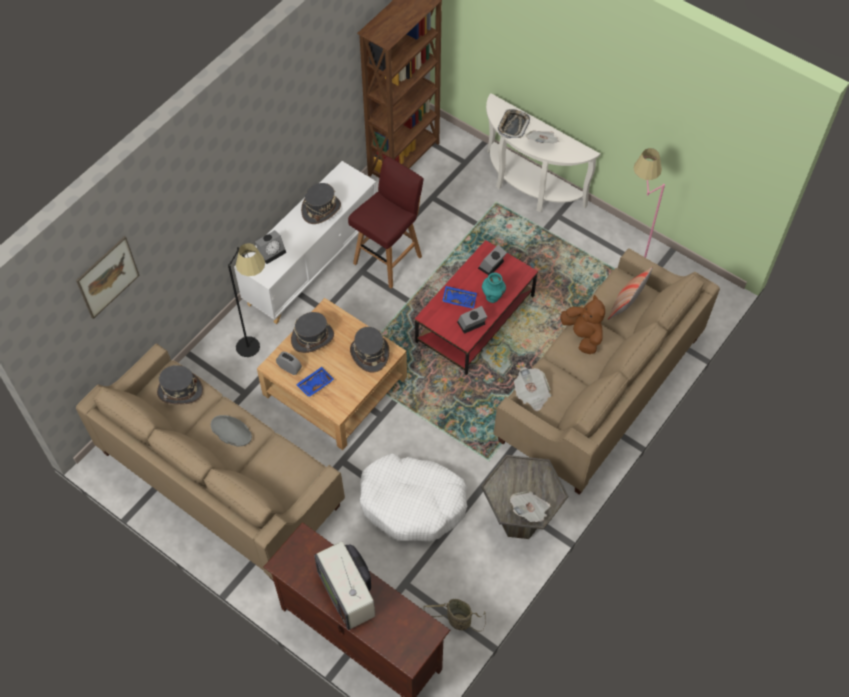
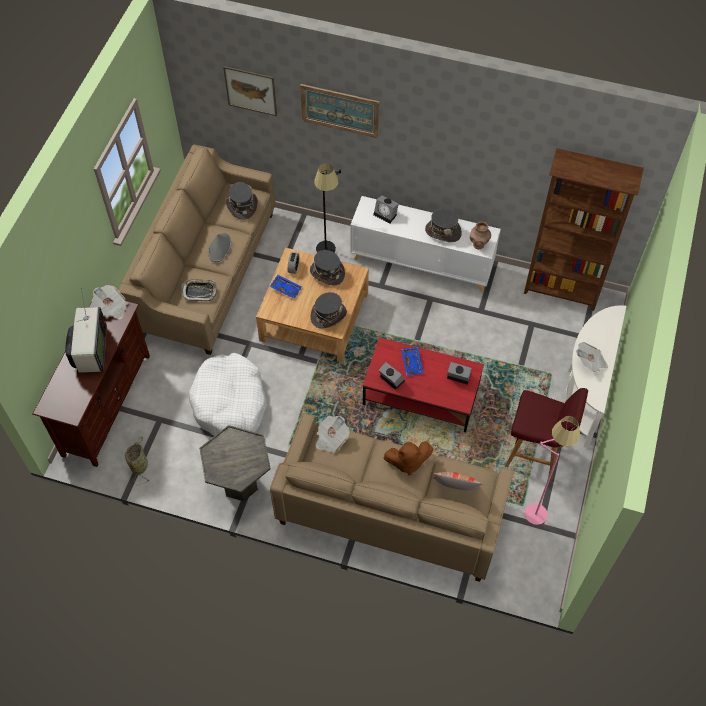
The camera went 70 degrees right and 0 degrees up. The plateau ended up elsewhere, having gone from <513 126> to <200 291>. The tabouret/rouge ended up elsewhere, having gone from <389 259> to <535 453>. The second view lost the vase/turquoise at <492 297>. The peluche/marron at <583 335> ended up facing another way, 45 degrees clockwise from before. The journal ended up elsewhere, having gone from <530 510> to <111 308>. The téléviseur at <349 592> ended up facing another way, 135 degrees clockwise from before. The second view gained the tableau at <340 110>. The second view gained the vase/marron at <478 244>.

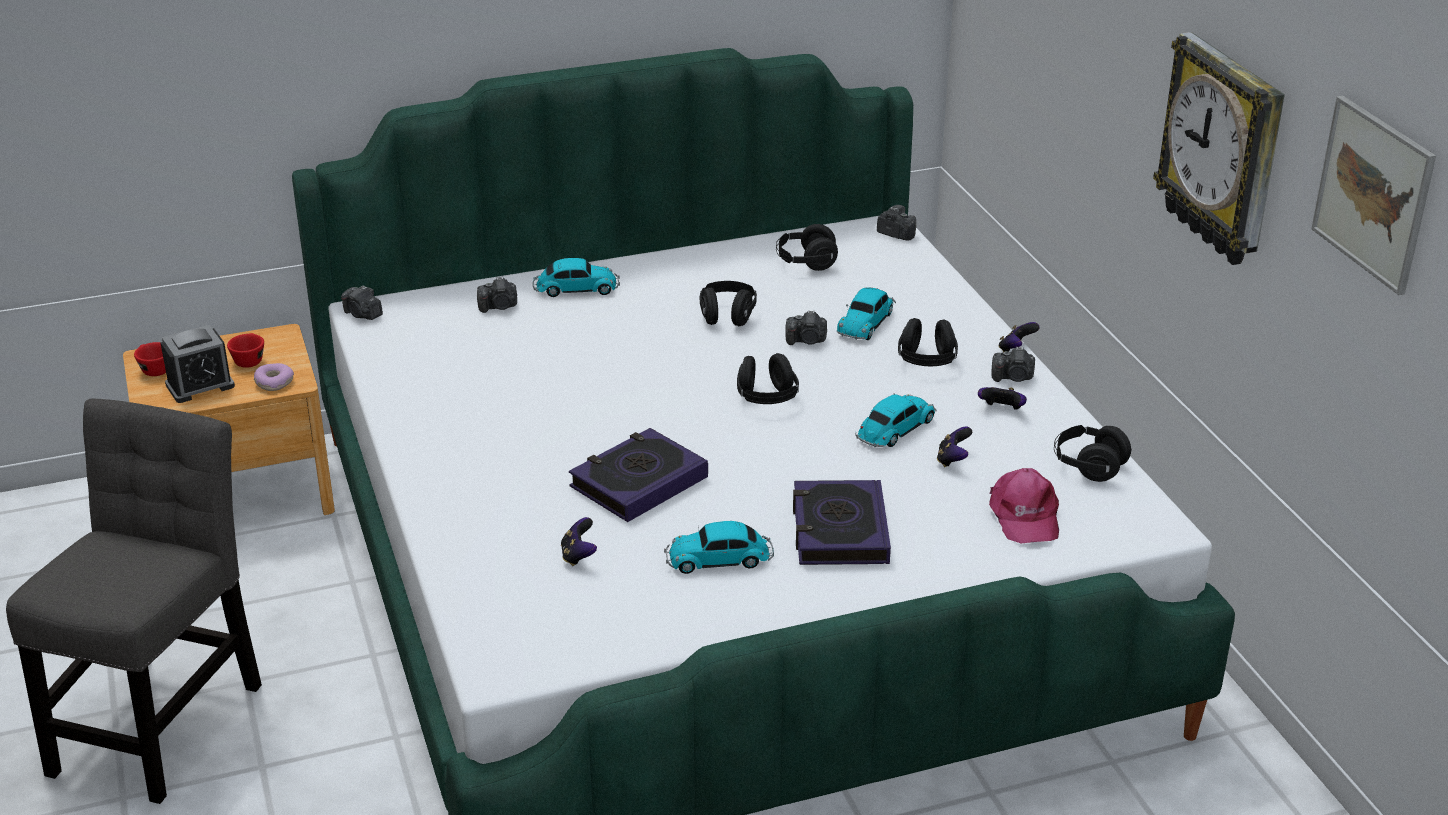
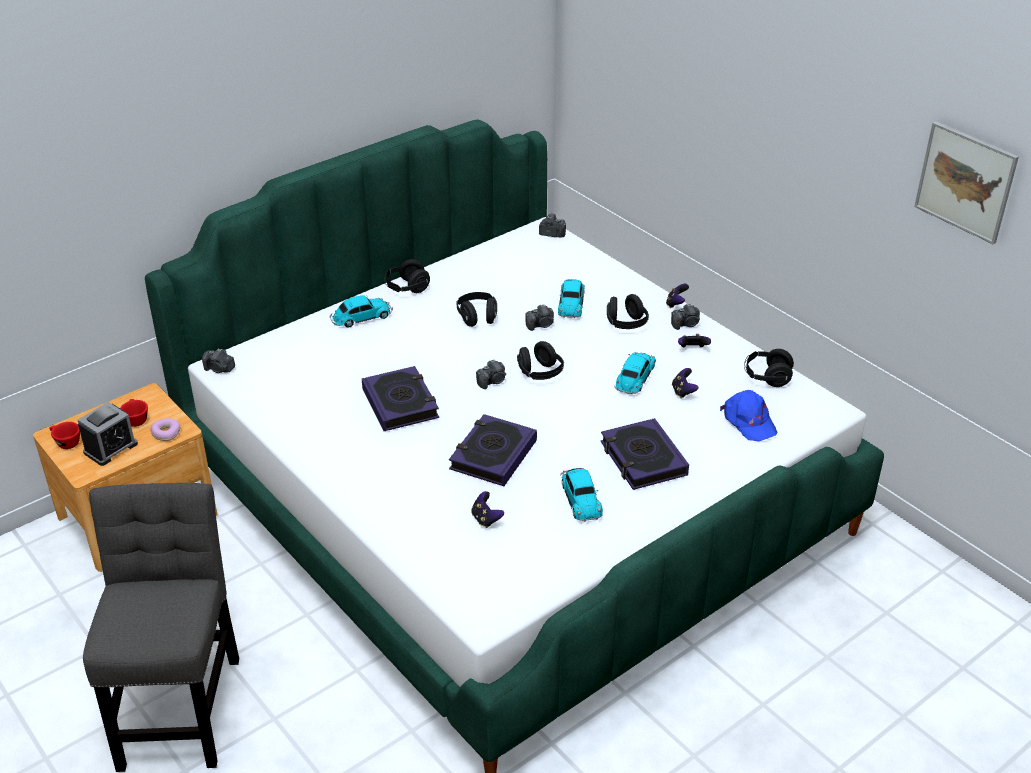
The camera went 20 degrees left and 5 degrees up. The second view lost the horloge murale at <1223 150>. The casque audio/noir ended up elsewhere, having gone from <806 263> to <407 288>. The appareil photo ended up elsewhere, having gone from <499 307> to <492 381>. What was the casquette/rose at <1024 516> turned into the casquette/bleu at <748 421>. The petite voiture at <721 559> ended up facing another way, 75 degrees counterclockwise from before. The second view gained the livre at <400 403>.

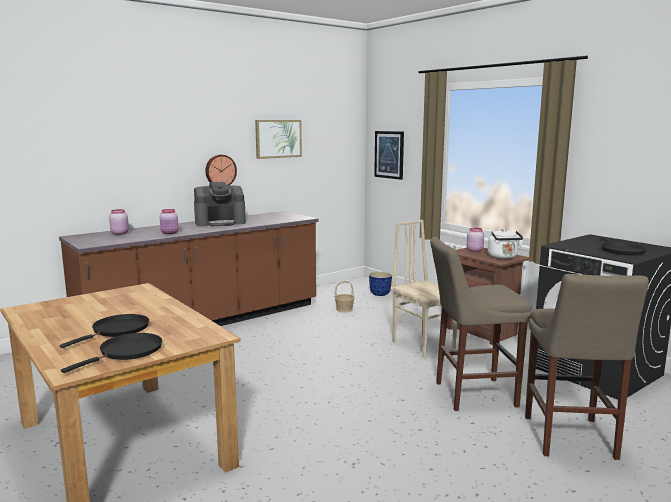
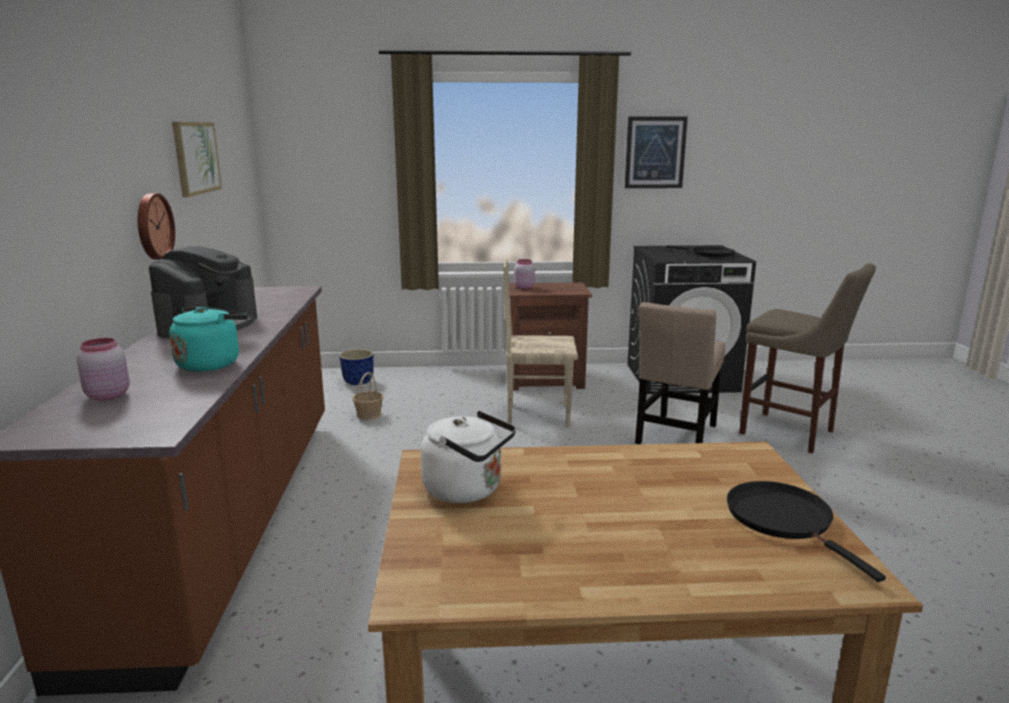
The camera went 55 degrees left and 5 degrees up. The tableau ended up elsewhere, having gone from <389 154> to <655 152>. Where the bocal/rose stood at <170 233>, the bouilloire/turquoise came to stand at <211 363>. The bouilloire/blanc ended up elsewhere, having gone from <503 257> to <467 490>. Where the tabouret/beige stood at <471 394>, the chaise/beige came to stand at <676 436>. The second view lost the poêle/noir at <118 330>.

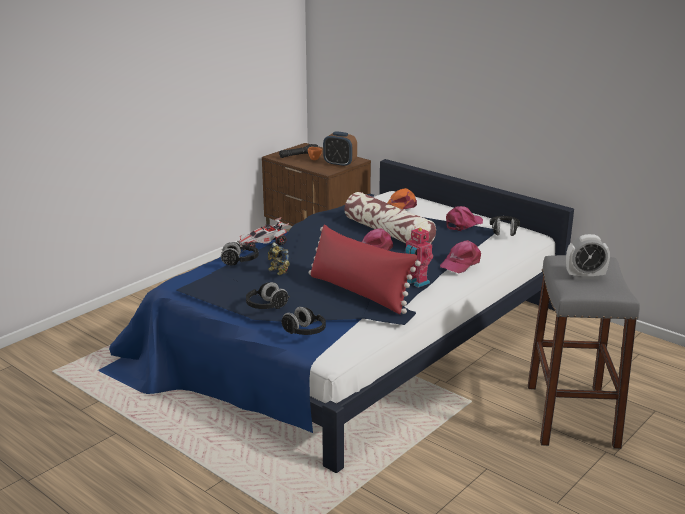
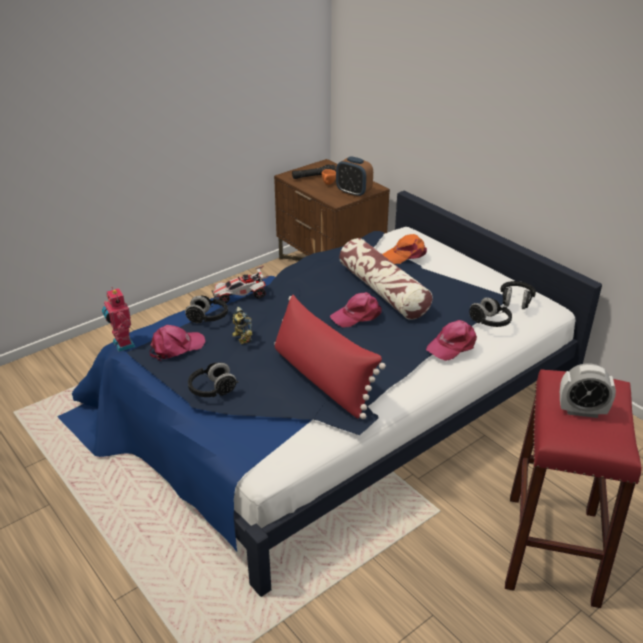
The camera went 10 degrees right and 10 degrees up. The casquette/rose ended up elsewhere, having gone from <463 224> to <176 347>. The robot jouet ended up elsewhere, having gone from <416 282> to <122 345>. What was the tabouret/gris at <571 415> turned into the tabouret/rouge at <552 548>. The casque audio/noir ended up elsewhere, having gone from <304 332> to <489 322>.

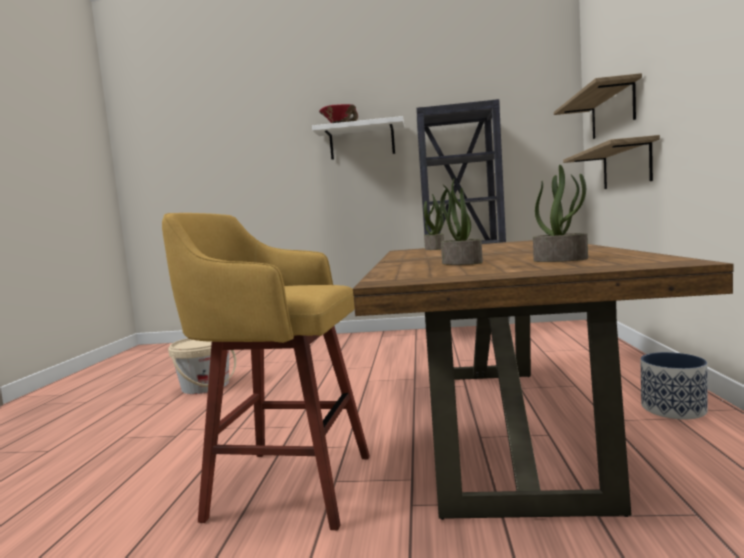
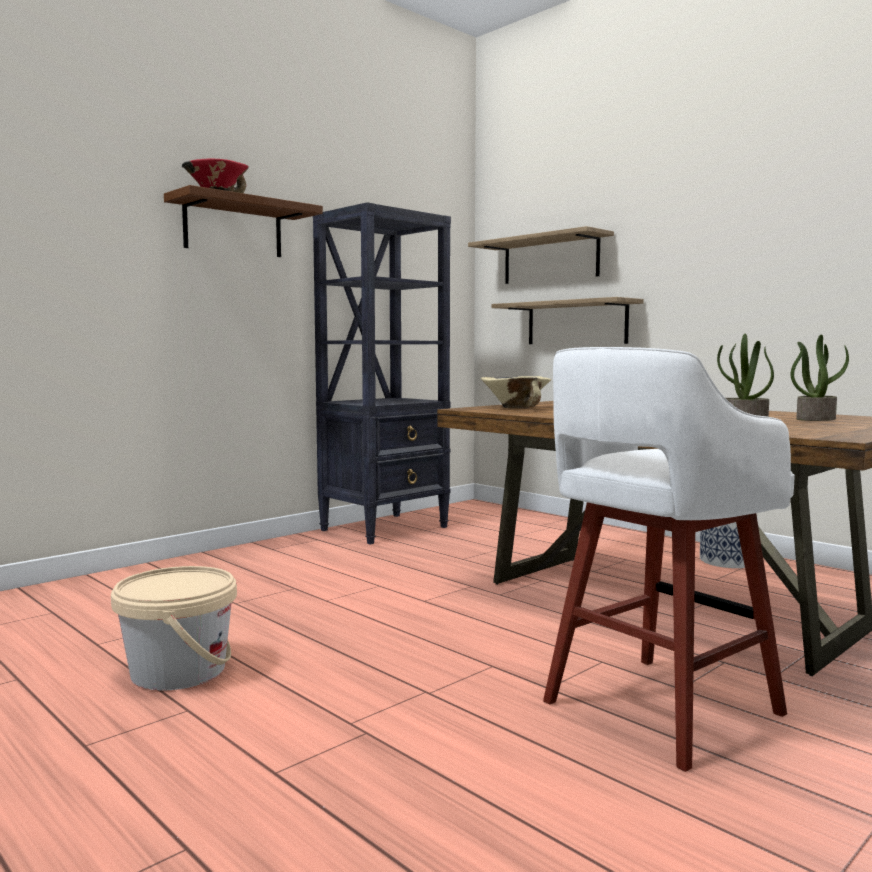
The camera went 50 degrees left and 0 degrees up. What was the étagère/blanc at <362 141> turned into the étagère/marron at <233 228>. Where the plante en pot stood at <435 249>, the bol/beige came to stand at <516 408>. What was the tabouret/jaune at <286 485> turned into the tabouret/blanc at <656 710>.

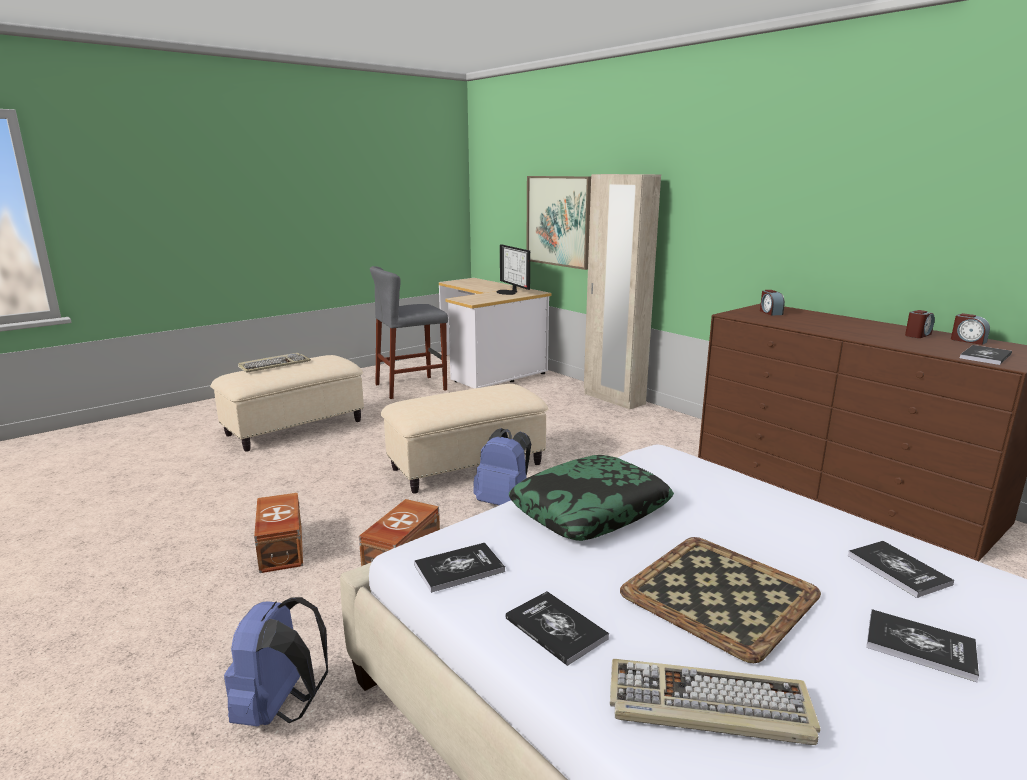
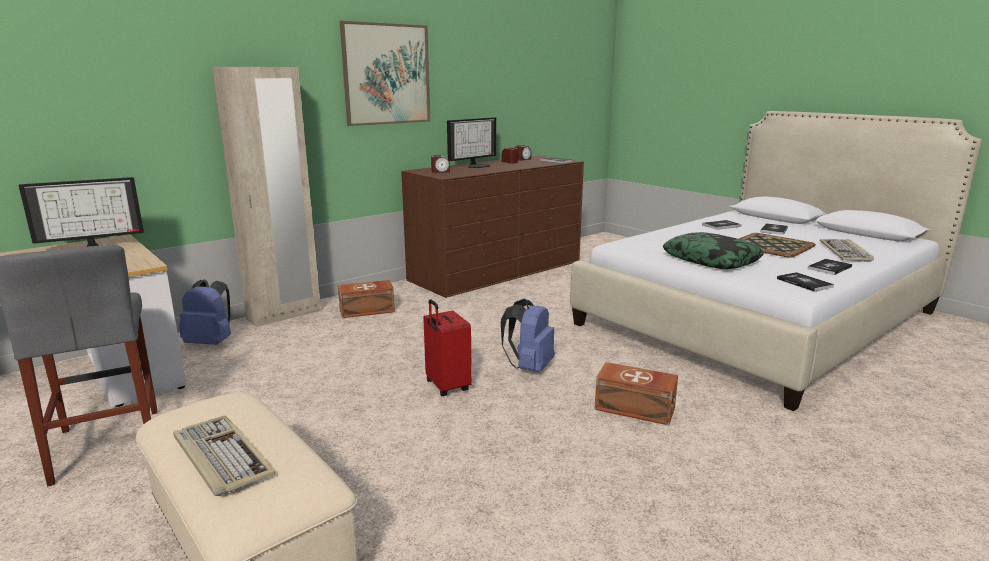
The camera went 90 degrees left and 0 degrees up. The tableau ended up elsewhere, having gone from <558 221> to <386 74>. Where the pouf/beige stood at <467 466>, the valise/rouge came to stand at <446 387>. The boîte de rangement/marron ended up elsewhere, having gone from <280 549> to <368 310>. The sac à dos/bleu ended up elsewhere, having gone from <280 709> to <211 343>. The second view gained the écran d'ordinateur at <477 166>.

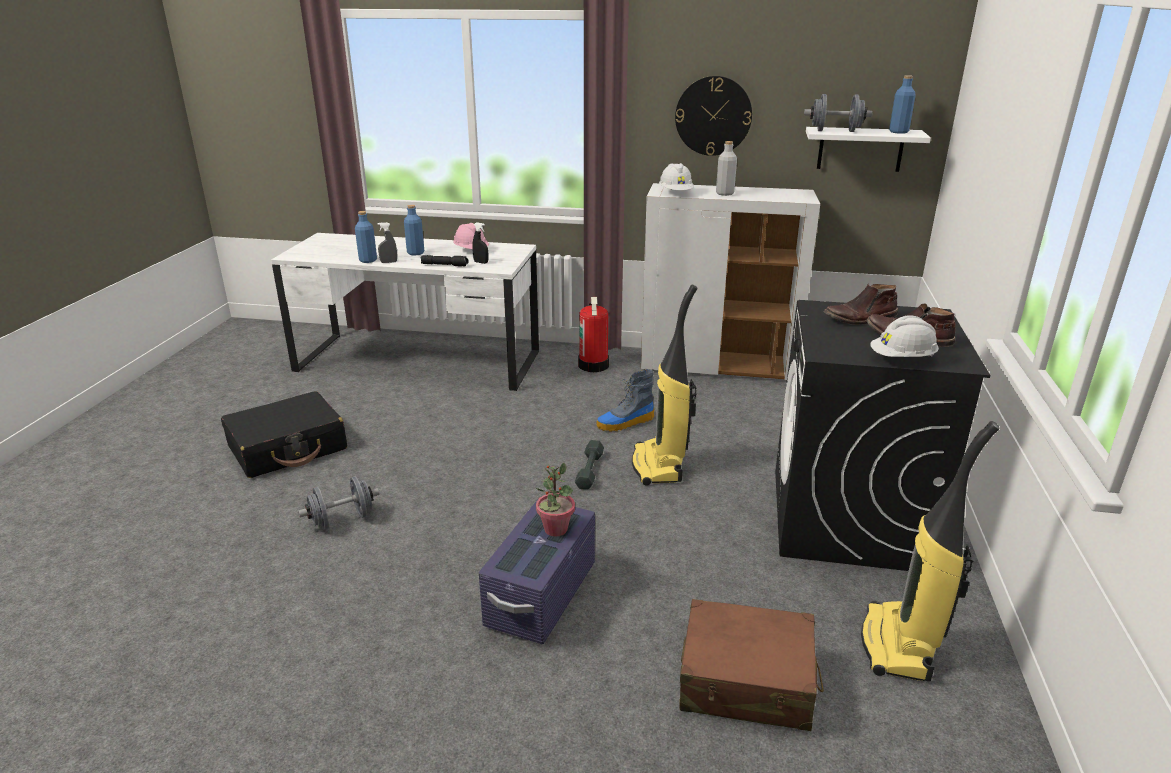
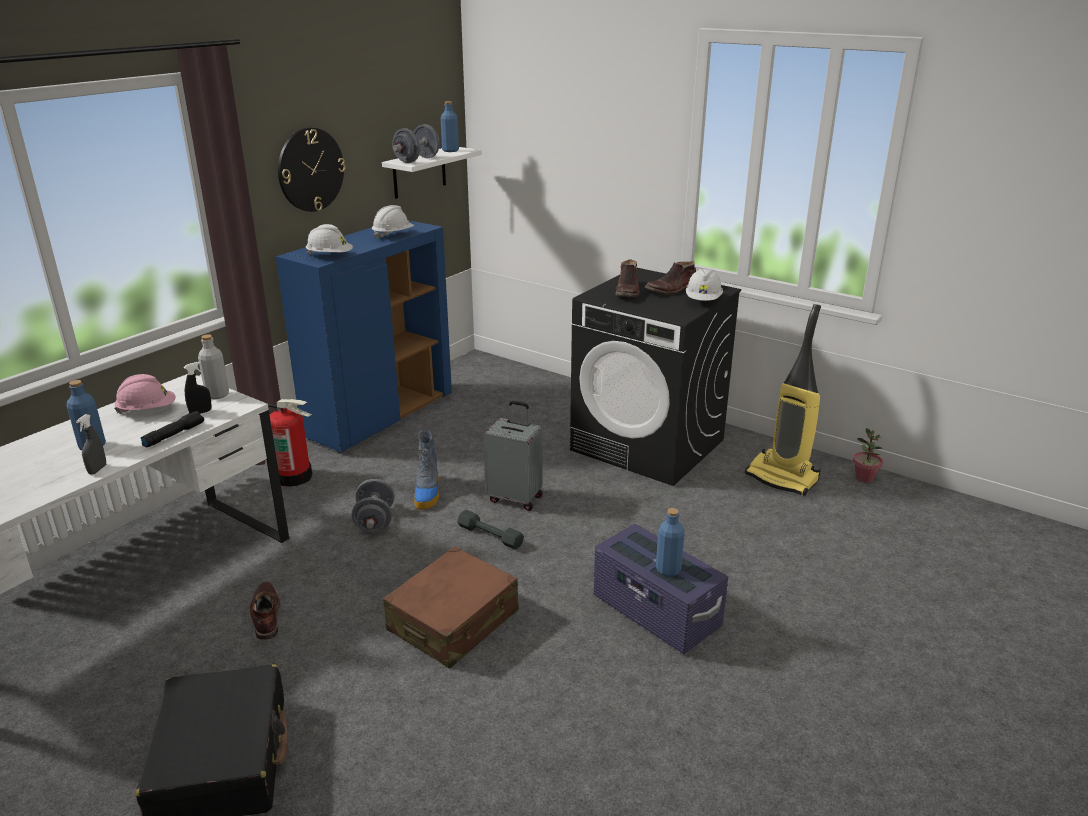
The camera went 65 degrees left and 0 degrees up. The bouteille/gris ended up elsewhere, having gone from <724 193> to <217 395>. What was the meuble de rangement/blanc at <718 366> turned into the meuble de rangement/bleu at <380 416>. The bouteille/bleu ended up elsewhere, having gone from <368 260> to <668 570>. Where the aspirateur stood at <659 466>, the valise/gris came to stand at <515 498>. The plante en pot ended up elsewhere, having gone from <555 529> to <864 478>. The haltère/gris ended up elsewhere, having gone from <342 519> to <375 521>. The valise/marron ended up elsewhere, having gone from <746 681> to <454 621>. The second view gained the casque de chantier/blanc at <393 235>. The second view gained the botte/marron at <265 615>.

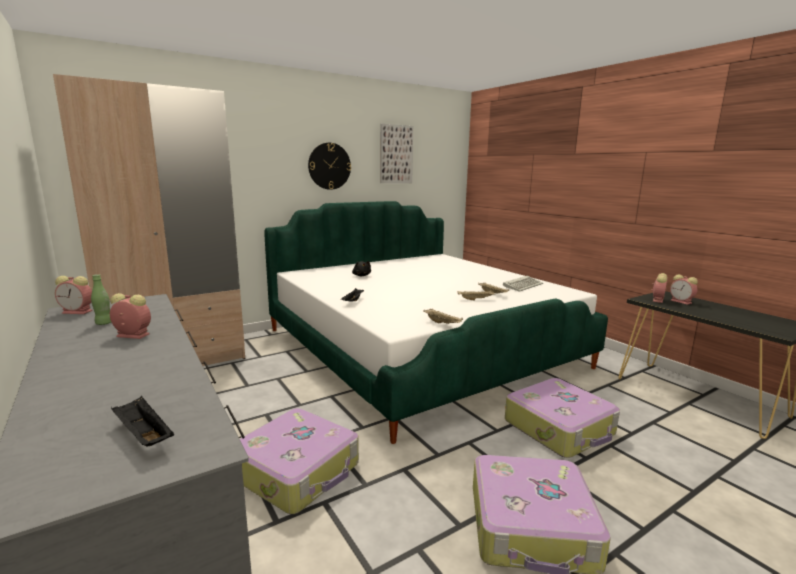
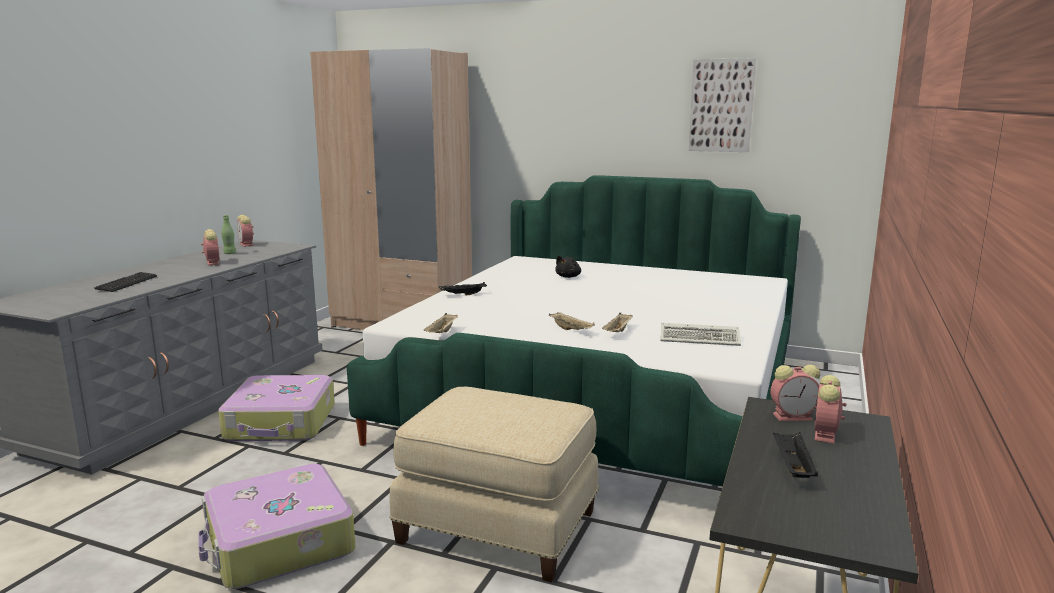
The camera went 55 degrees right and 0 degrees up. The second view lost the horloge murale at <329 166>. Where the valise stood at <560 428>, the pouf/beige came to stand at <499 525>. The plateau/noir ended up elsewhere, having gone from <143 435> to <792 467>. The second view gained the clavier at <127 283>.

